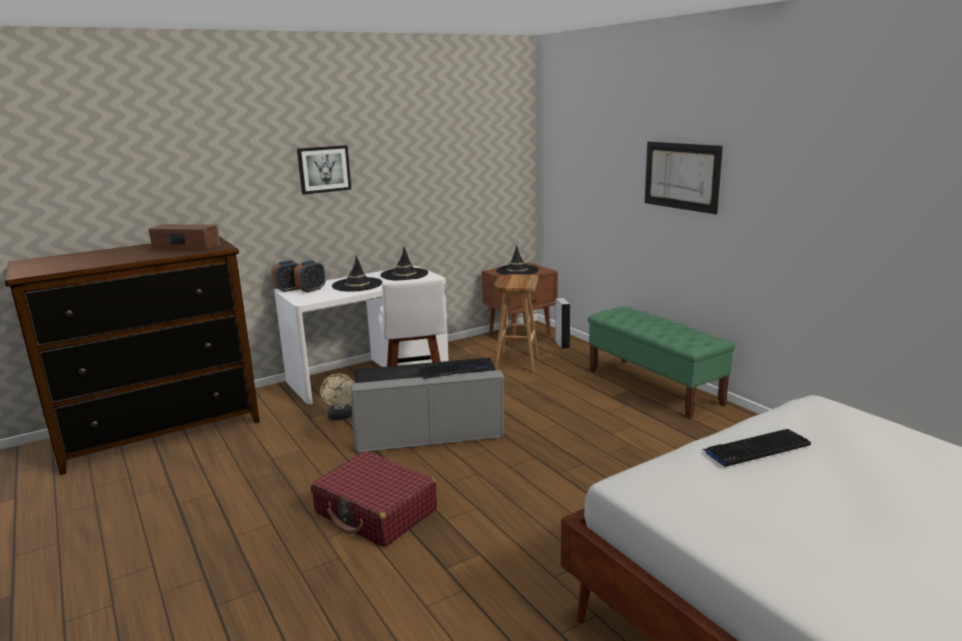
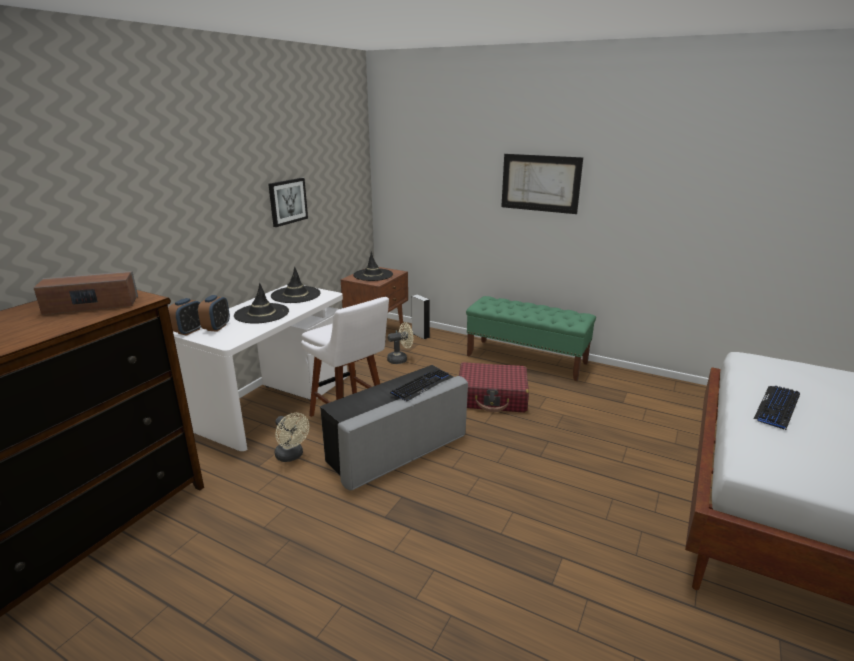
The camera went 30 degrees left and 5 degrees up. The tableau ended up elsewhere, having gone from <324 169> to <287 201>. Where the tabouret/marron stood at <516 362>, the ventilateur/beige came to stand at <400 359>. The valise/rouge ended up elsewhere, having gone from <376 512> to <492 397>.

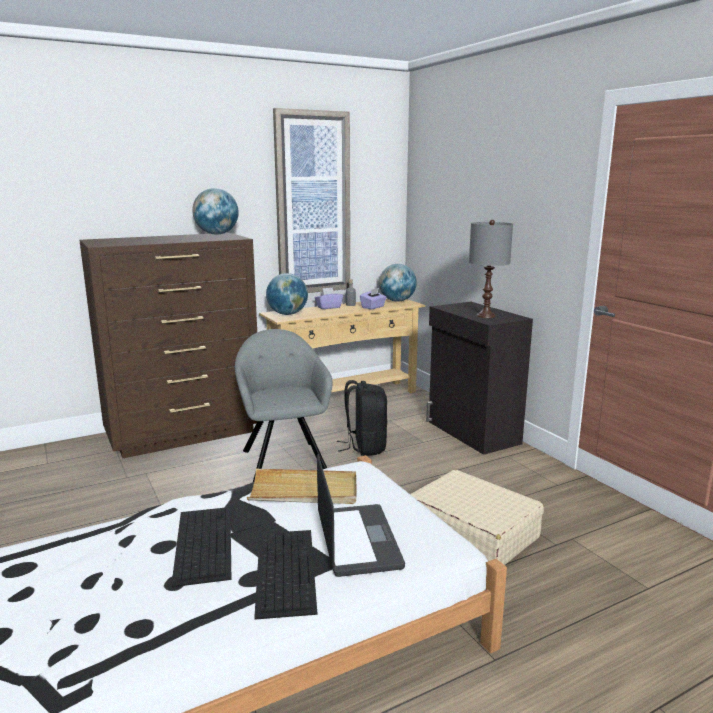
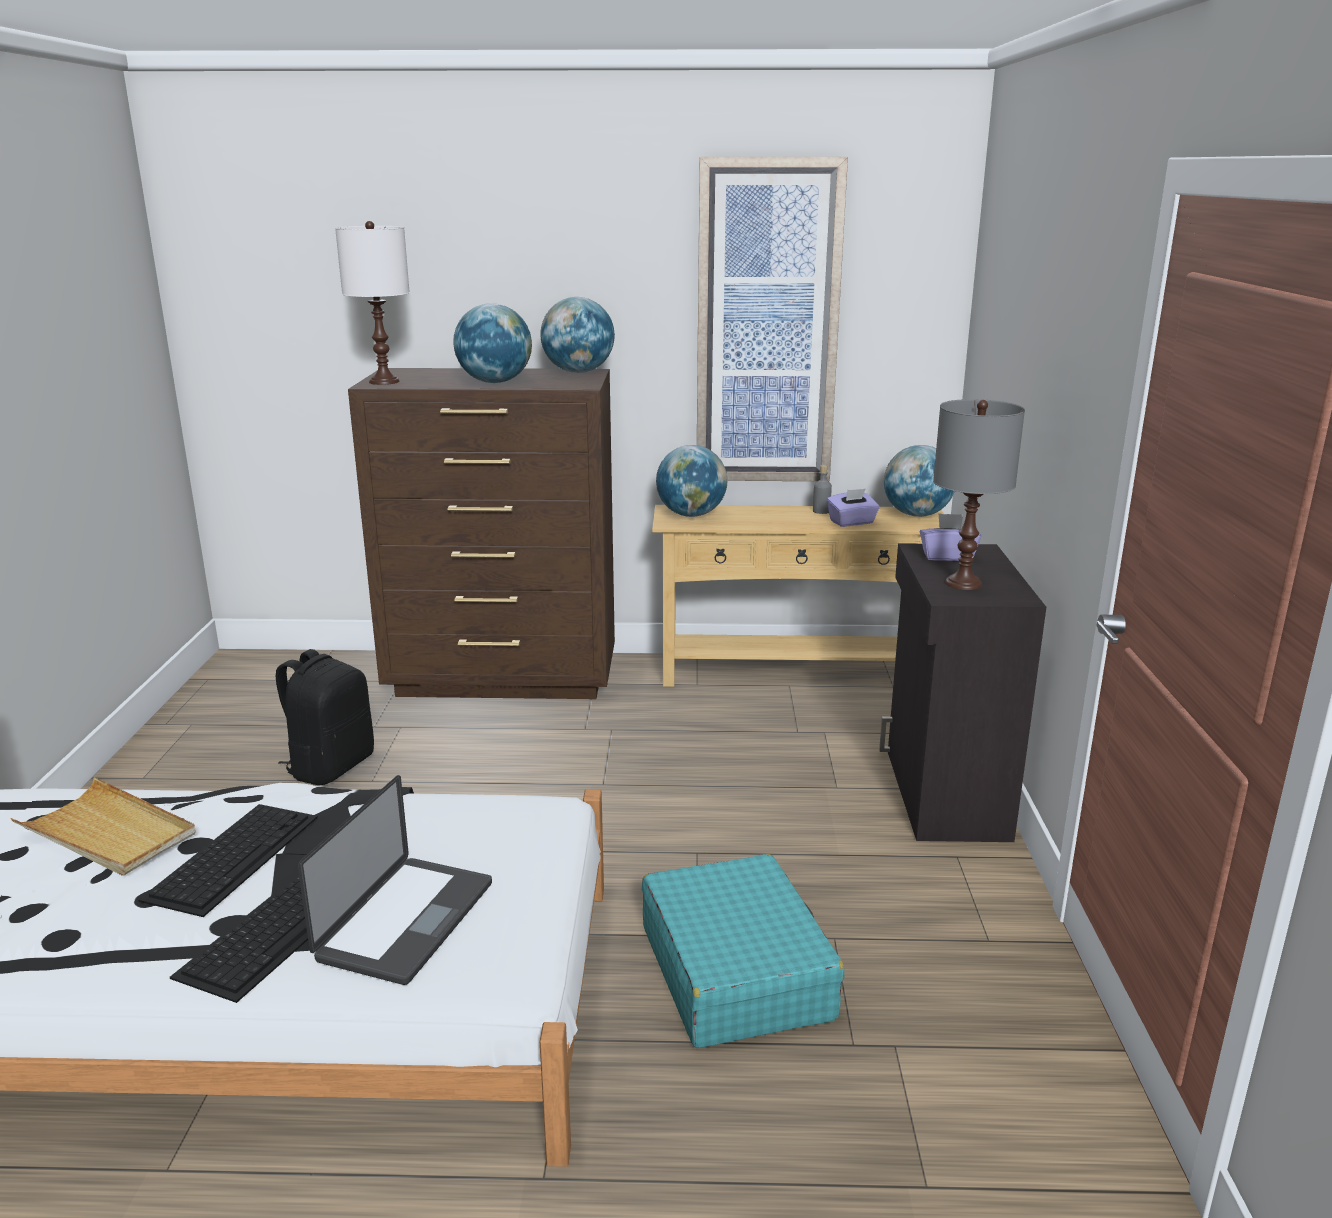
The camera went 30 degrees right and 5 degrees up. The boîte à mouchoirs/violet ended up elsewhere, having gone from <328 307> to <947 556>. The second view lost the fauteuil/gris at <283 460>. The sac à dos/noir ended up elsewhere, having gone from <365 447> to <330 766>. The plateau/beige ended up elsewhere, having gone from <304 491> to <108 833>. What was the valise/beige at <472 533> turned into the valise/turquoise at <736 971>. The second view gained the lampe de table/blanc at <384 382>. The second view gained the globe at <495 382>.

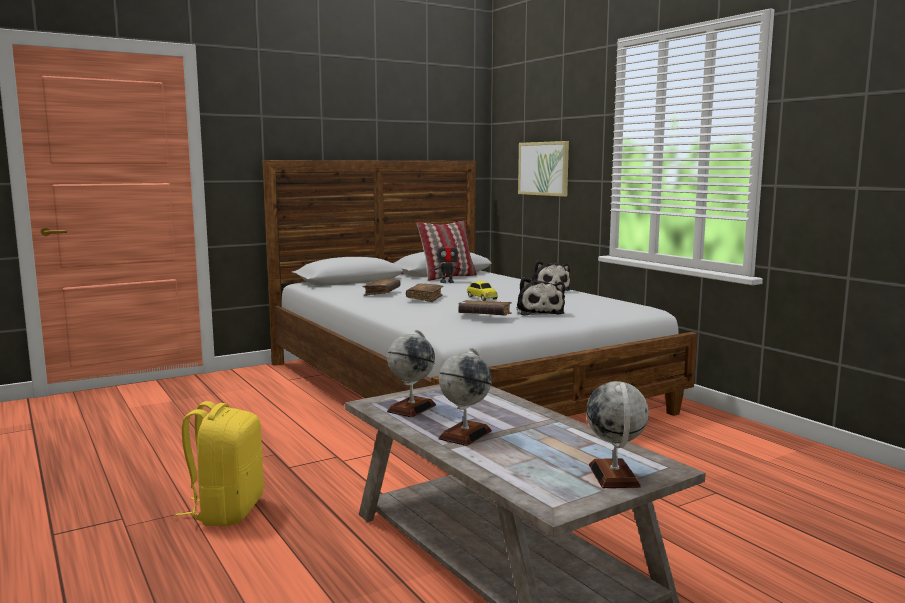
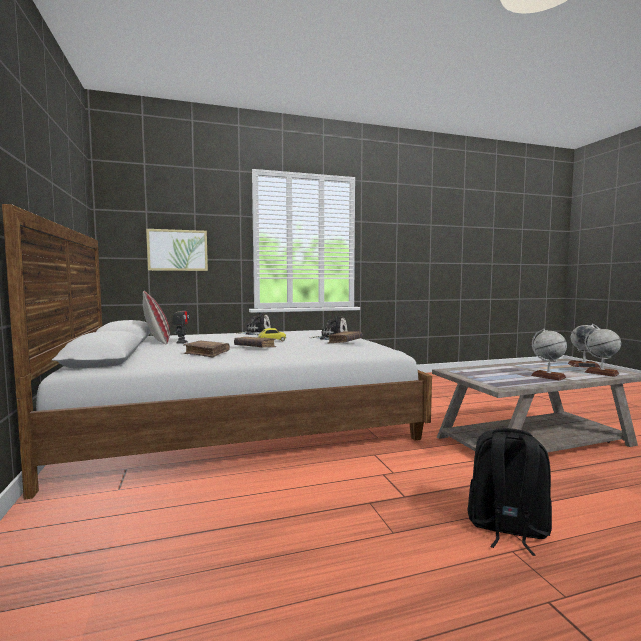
The camera went 75 degrees left and 5 degrees down. The globe ended up elsewhere, having gone from <411 408> to <601 373>. What was the sac à dos/jaune at <226 511> turned into the sac à dos/noir at <506 528>.

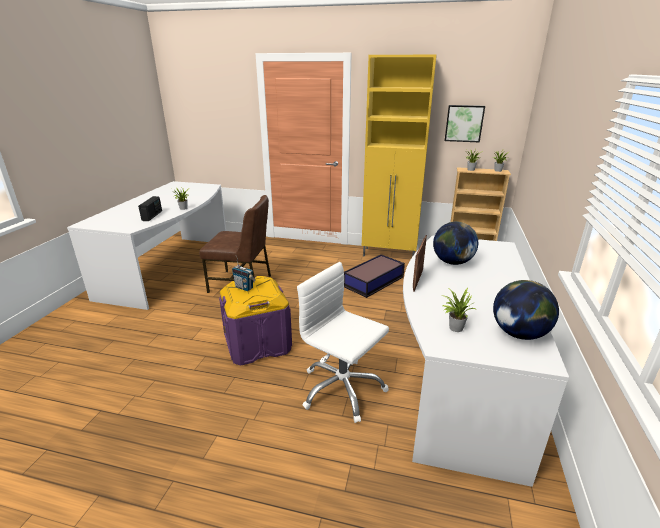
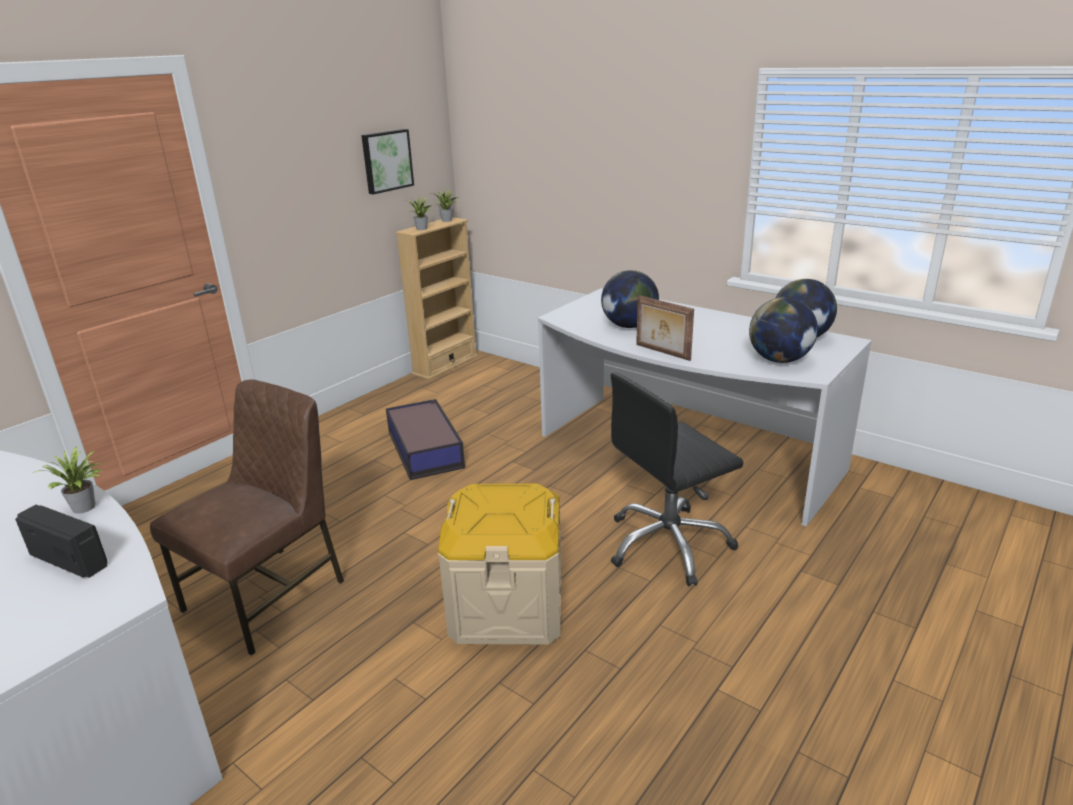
The camera went 65 degrees left and 0 degrees up. The second view lost the meuble de rangement/jaune at <389 254>. The second view lost the radio at <244 287>. What was the chaise de bureau/blanc at <342 389> turned into the chaise de bureau/noir at <668 545>. What was the boîte de rangement/violet at <258 343> turned into the boîte de rangement/beige at <507 606>. Where the plante en pot stood at <454 327>, the globe came to stand at <779 360>.

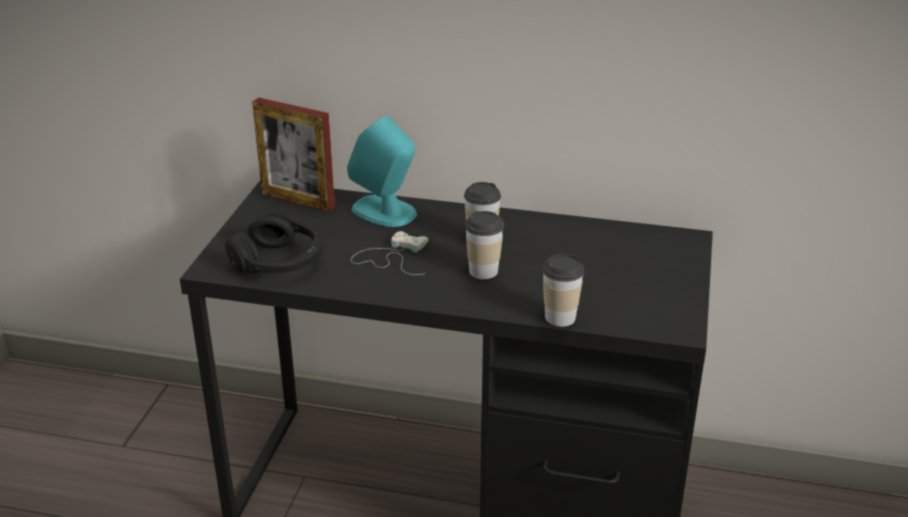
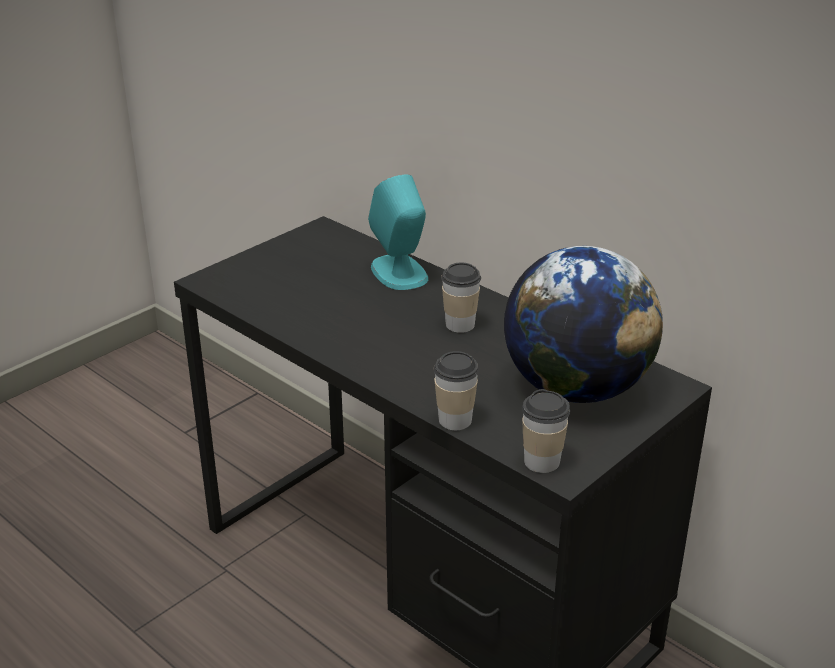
The camera went 30 degrees right and 0 degrees up. The second view lost the cadre photo at <298 200>. The tasse ended up elsewhere, having gone from <483 271> to <542 462>. The second view lost the casque audio/noir at <279 262>. The second view lost the manette/blanc at <391 257>. The second view gained the globe at <576 388>.

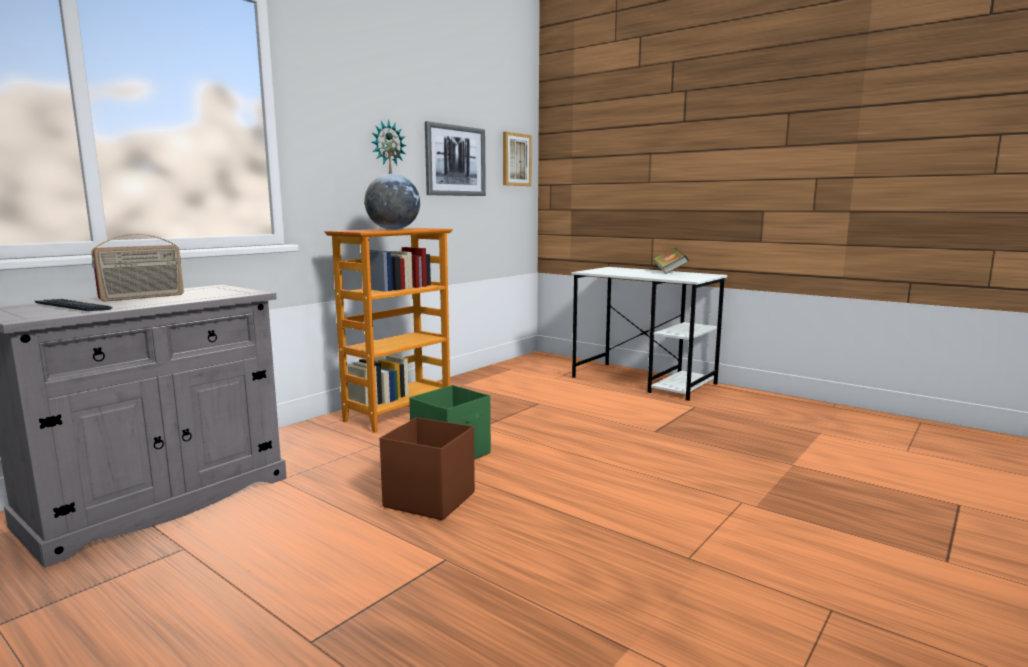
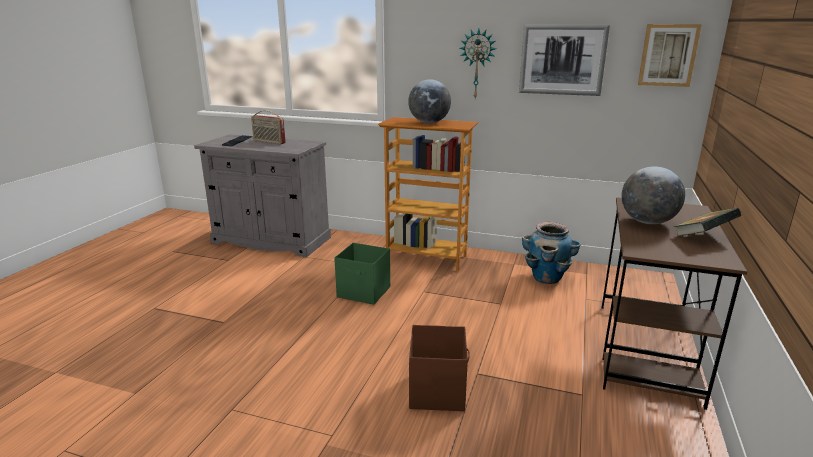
The camera went 70 degrees right and 10 degrees up. What was the bureau/blanc at <644 380> turned into the bureau/marron at <646 351>. The boîte de rangement/marron ended up elsewhere, having gone from <429 499> to <437 391>. The second view gained the globe at <647 222>. The second view gained the cache-pot at <546 278>.

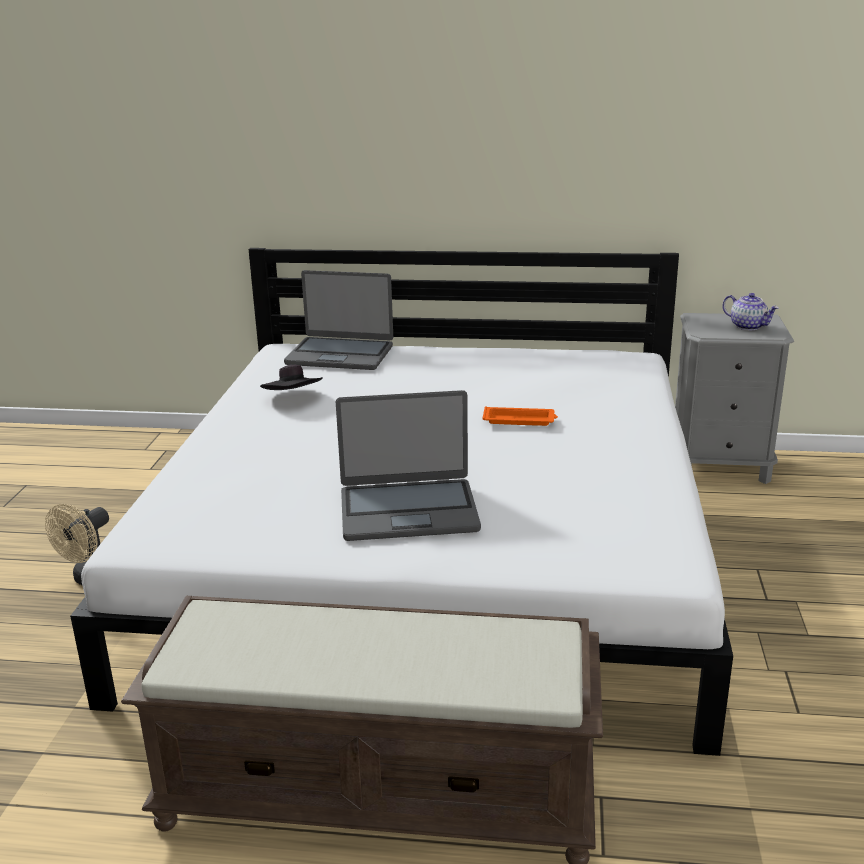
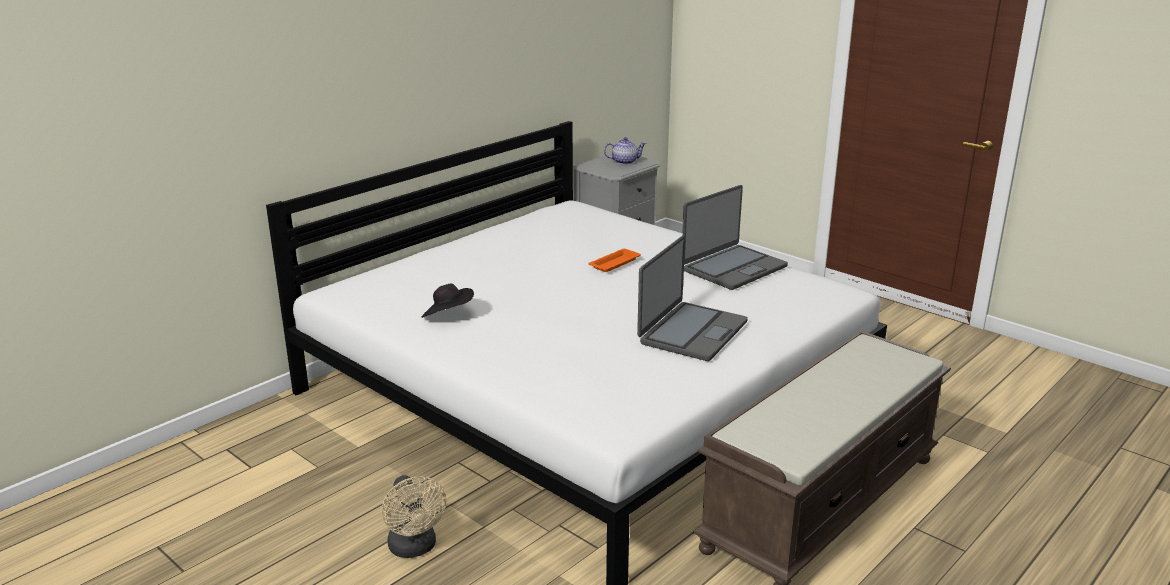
The camera went 55 degrees left and 0 degrees up. The ordinateur portable ended up elsewhere, having gone from <340 355> to <733 268>.

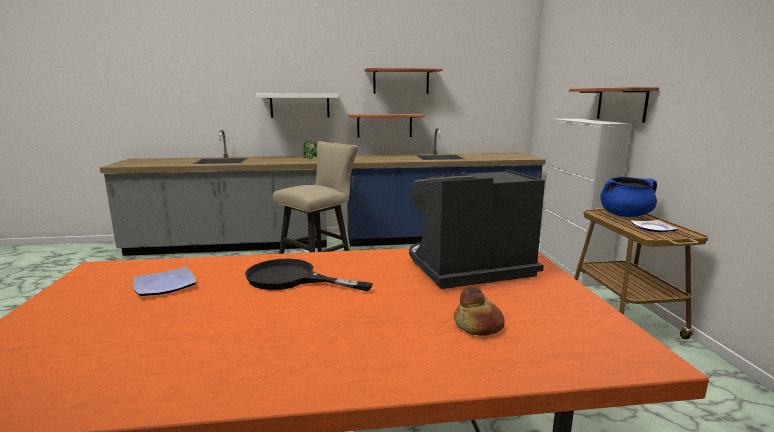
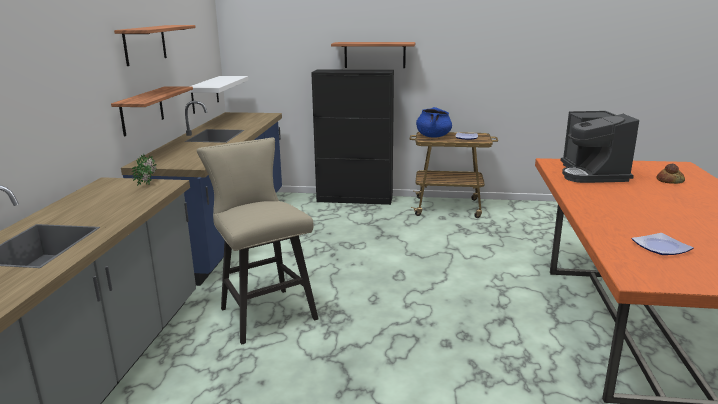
The camera went 75 degrees left and 5 degrees up. The étagère/blanc ended up elsewhere, having gone from <300 105> to <205 94>. What was the meuble de rangement/blanc at <571 269> turned into the meuble de rangement/noir at <355 199>. The second view lost the poêle/noir at <292 279>.

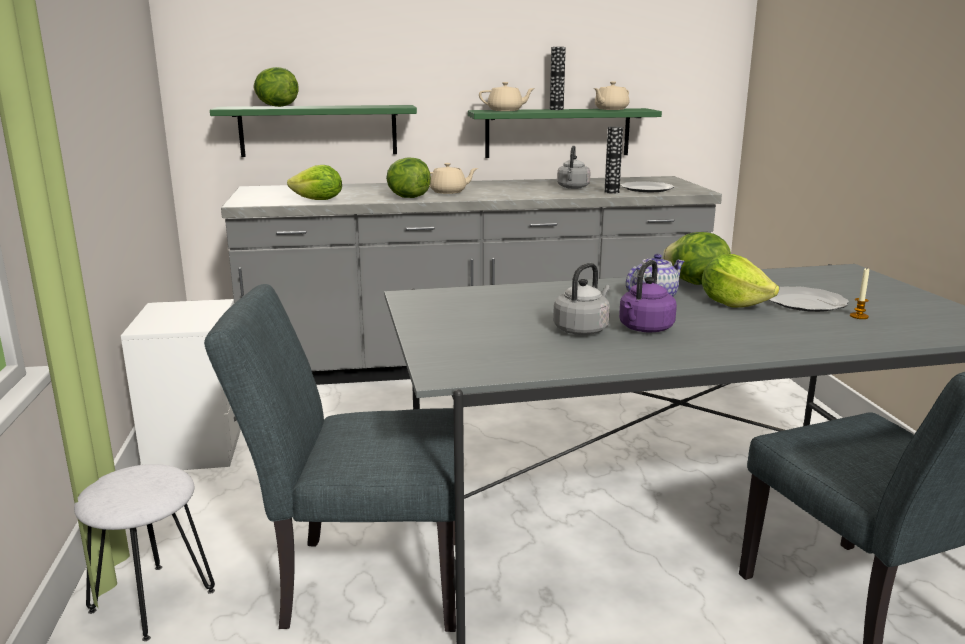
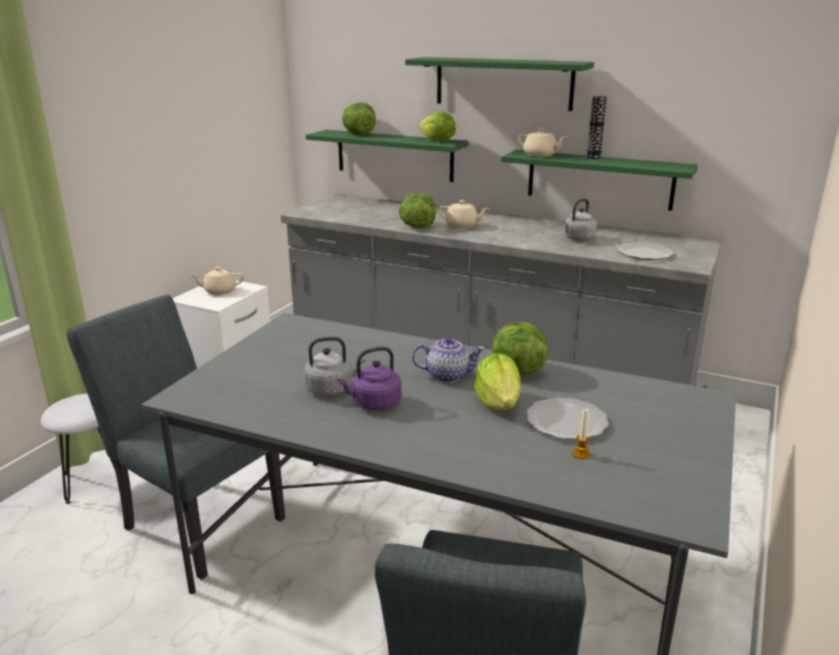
The camera went 35 degrees right and 5 degrees up. The théière/beige ended up elsewhere, having gone from <610 109> to <219 291>. The second view lost the vase at <611 192>. The laitue ended up elsewhere, having gone from <318 200> to <437 141>. The second view gained the étagère/vert at <503 83>.

